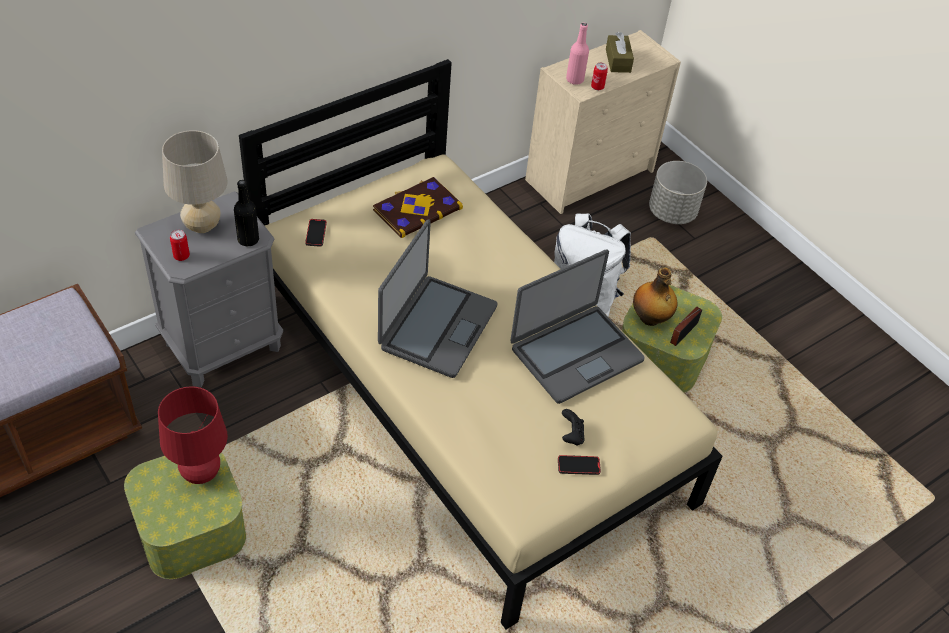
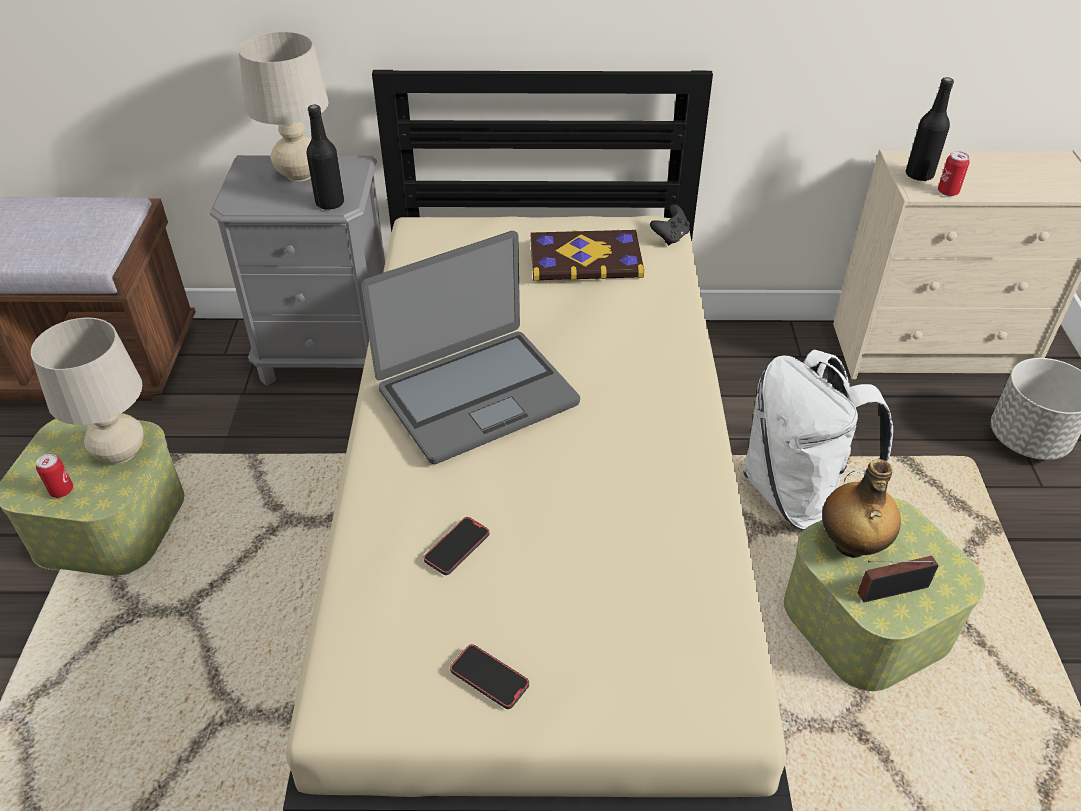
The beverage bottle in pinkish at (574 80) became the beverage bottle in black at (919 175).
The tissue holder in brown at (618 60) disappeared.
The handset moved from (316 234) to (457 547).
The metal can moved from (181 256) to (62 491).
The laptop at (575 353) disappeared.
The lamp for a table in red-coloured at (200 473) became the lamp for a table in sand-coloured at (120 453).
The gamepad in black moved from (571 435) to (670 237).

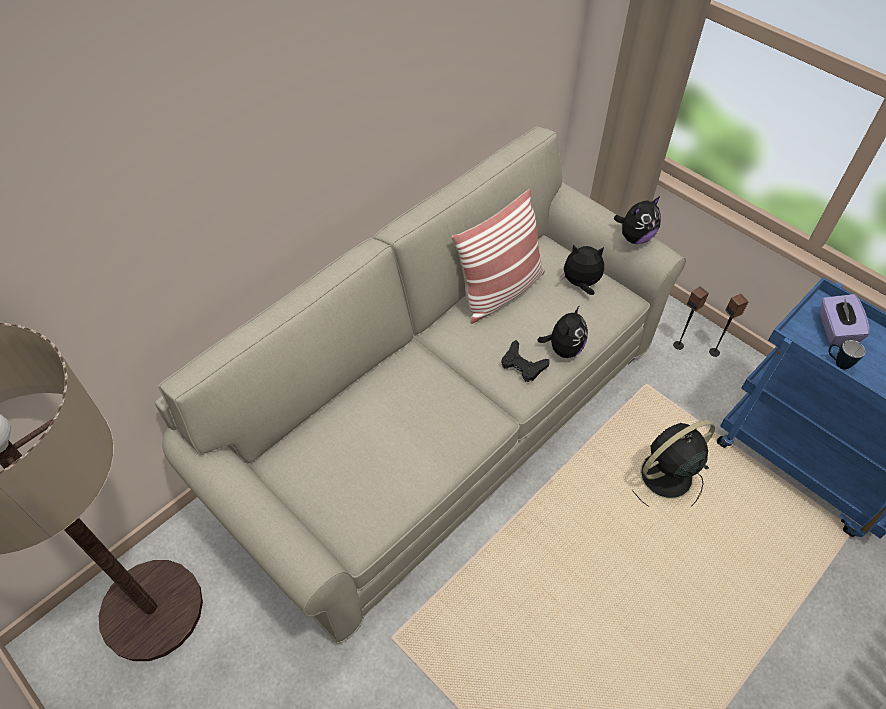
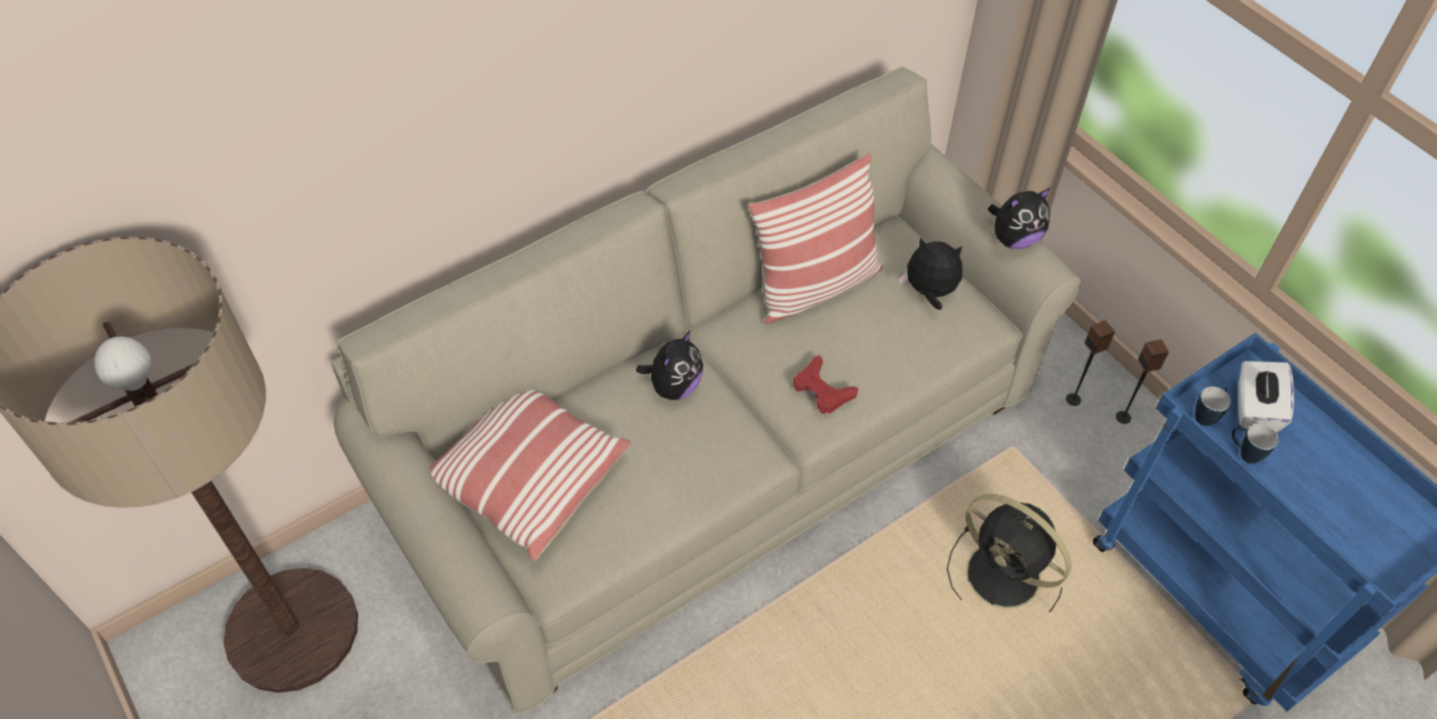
The tissue holder in purple at (835 330) became the tissue holder in whitish at (1254 408).
The plush toy moved from (563 349) to (674 386).
The gamepad in black at (523 365) became the gamepad in red-coloured at (822 390).
The electric fan in black at (664 476) turned 120 degrees counterclockwise.
The tea mug at (1206 416) appeared.
The throw pillow at (526 478) appeared.

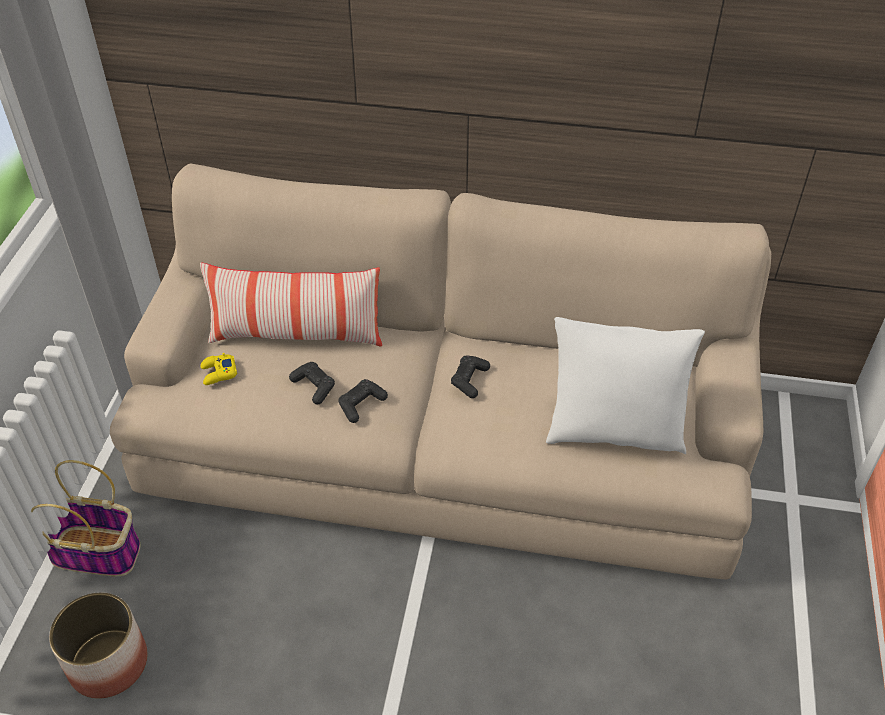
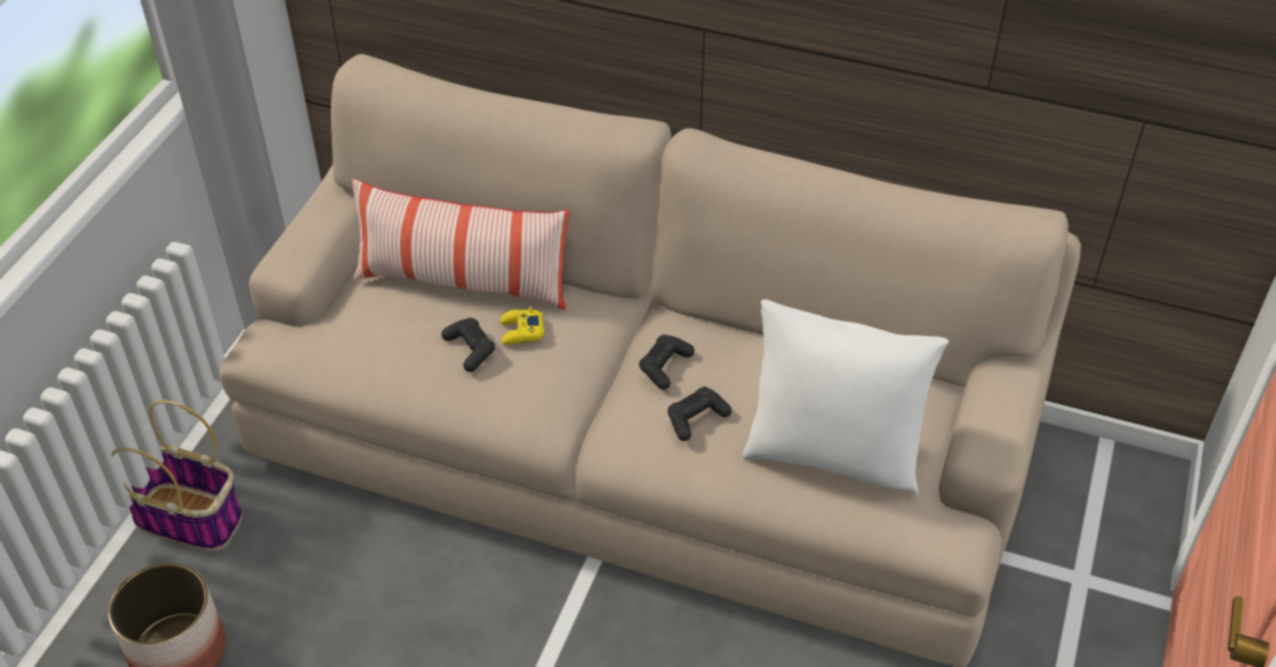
The gamepad in yellowish moved from (218 373) to (521 332).
The gamepad in black moved from (361 404) to (696 419).

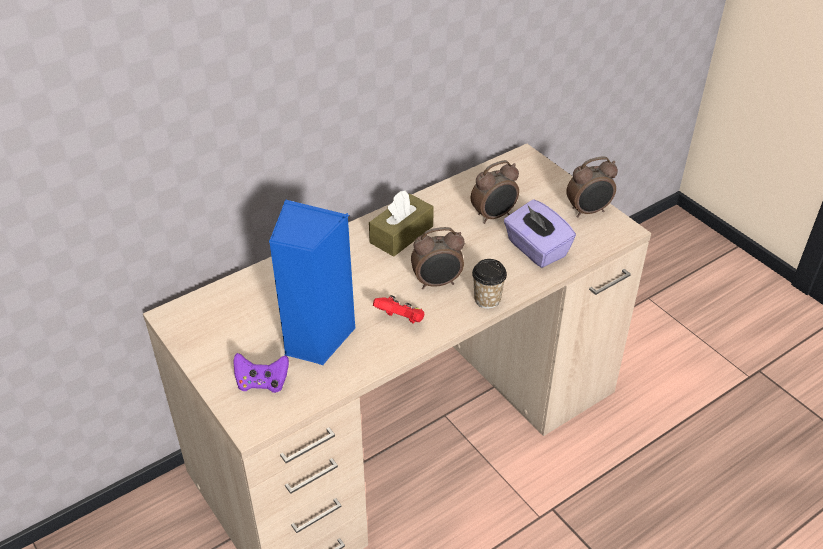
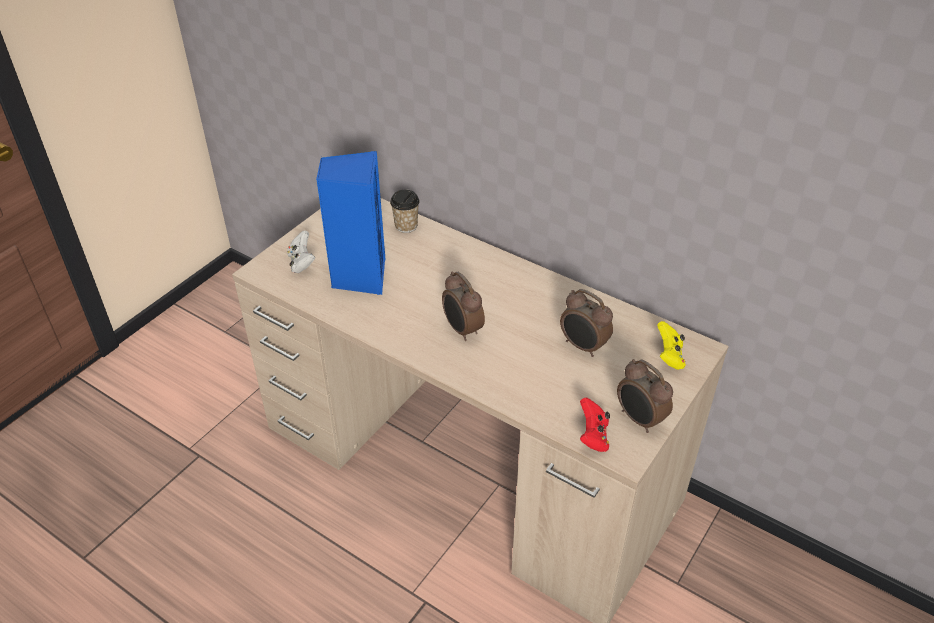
The tissue holder in brown at (401 234) disappeared.
The tissue holder in purple at (536 249) disappeared.
The drinking cup moved from (487 299) to (406 226).
The gamepad in red-coloured moved from (401 320) to (593 436).
The gamepad in purple at (262 383) became the gamepad in whitish at (301 263).
The gamepad in yellowish at (669 357) appeared.

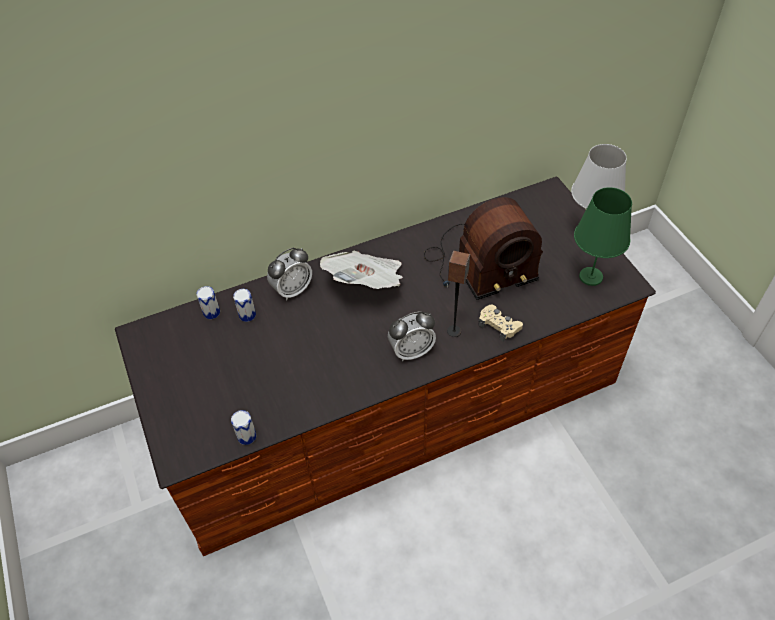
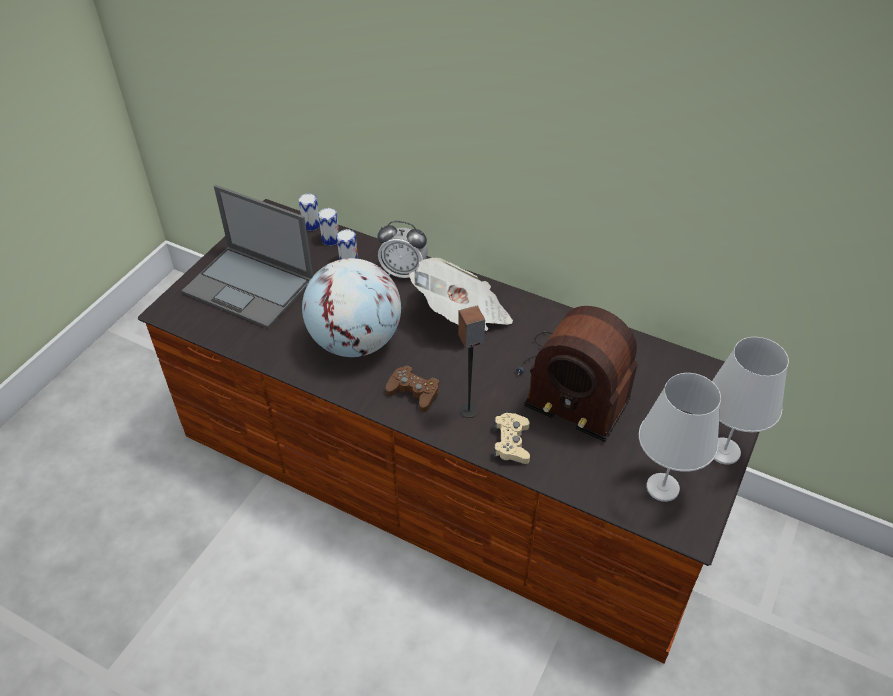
The lamp for a table in green at (590 276) became the lamp for a table in whitish at (662 487).
The bedside clock at (411 351) was replaced by the gamepad in brown at (413 392).
The metal can moved from (246 436) to (311 225).
The laptop at (250 286) appeared.
The world globe at (355 342) appeared.

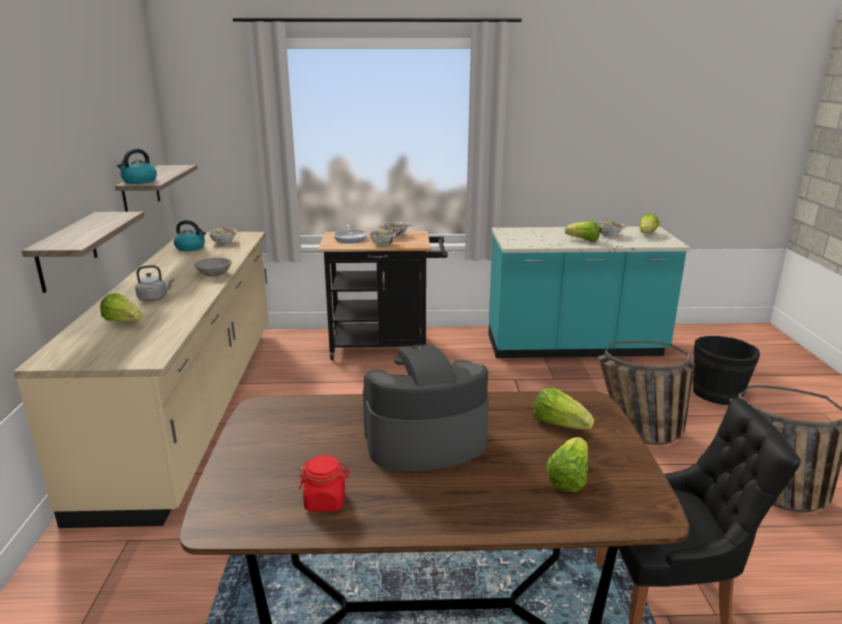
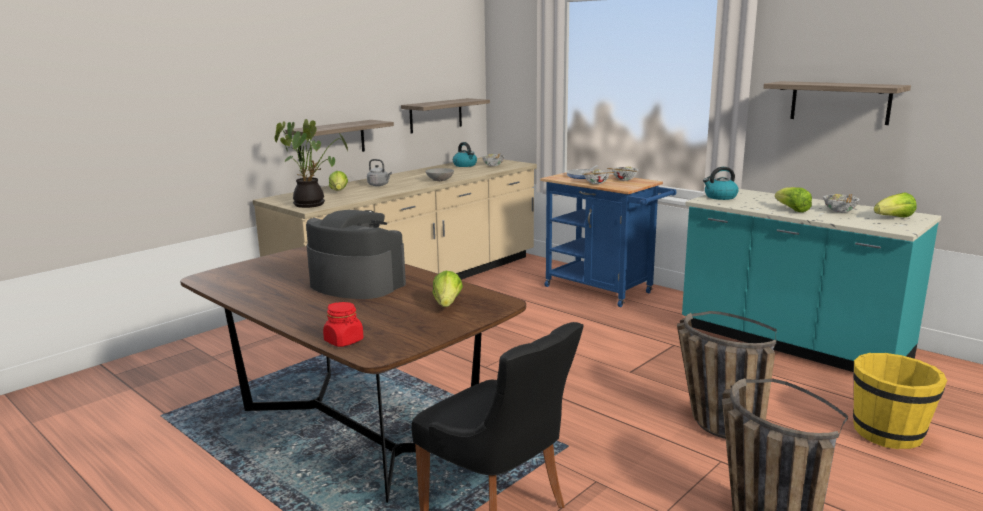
The tea kettle moved from (139 181) to (720 197).
The wheeled cart in black at (386 347) became the wheeled cart in blue-coloured at (604 291).
The pail in black at (717 394) became the pail in yellowish at (888 433).
The lettuce head at (568 478) disappeared.
The preserve jar in red-coloured moved from (325 501) to (344 341).
The shelf at (840 102) appeared.
The houseplant at (312 204) appeared.

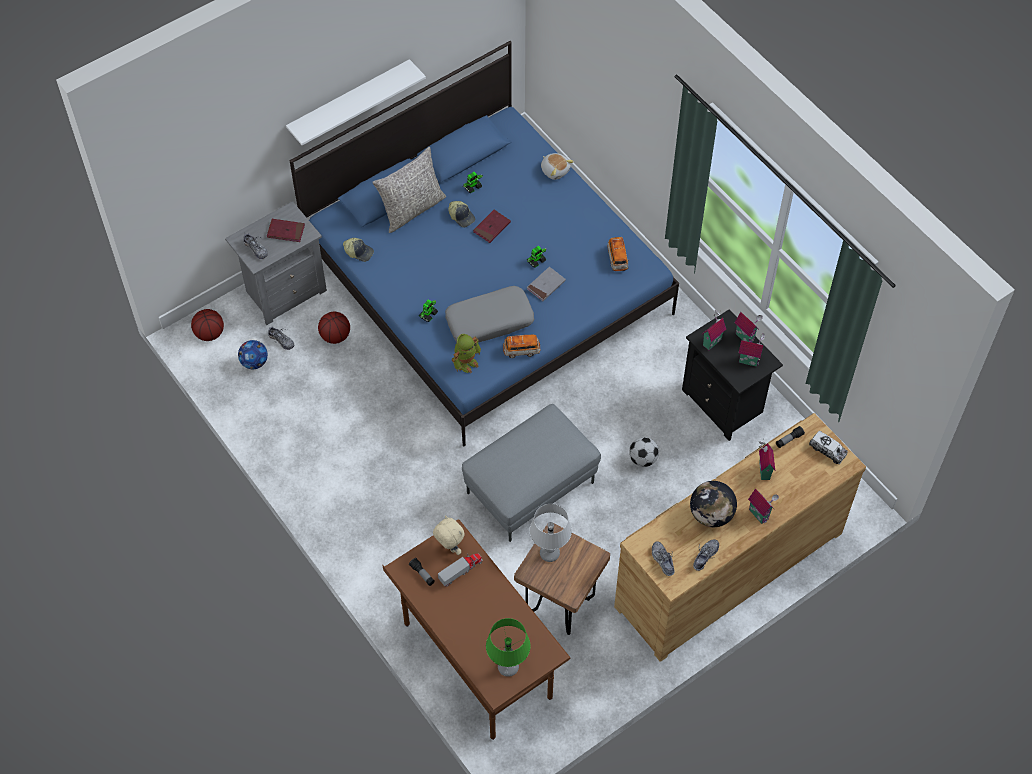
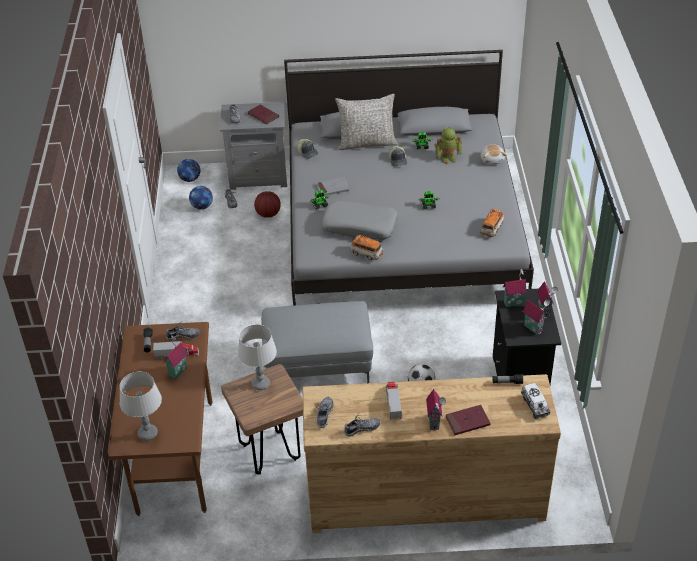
The bedroom bed in blue-coloured at (488 284) became the bedroom bed in grey at (402 228).
The shelf in whitish at (349 102) disappeared.
The book in red-coloured moved from (492 227) to (467 421).
The book in grey moved from (546 285) to (333 188).
The basketball at (210 333) was replaced by the football ball at (190 179).
The robot figure moved from (466 362) to (448 158).
The miniature house moved from (763 471) to (177 371).
The world globe at (711 515) was replaced by the toy truck at (393 403).
The plush toy in sand-coloured at (449 548) was replaced by the shoe at (183 336).
The lamp for a table in green at (508 667) became the lamp for a table in grey at (148 434).

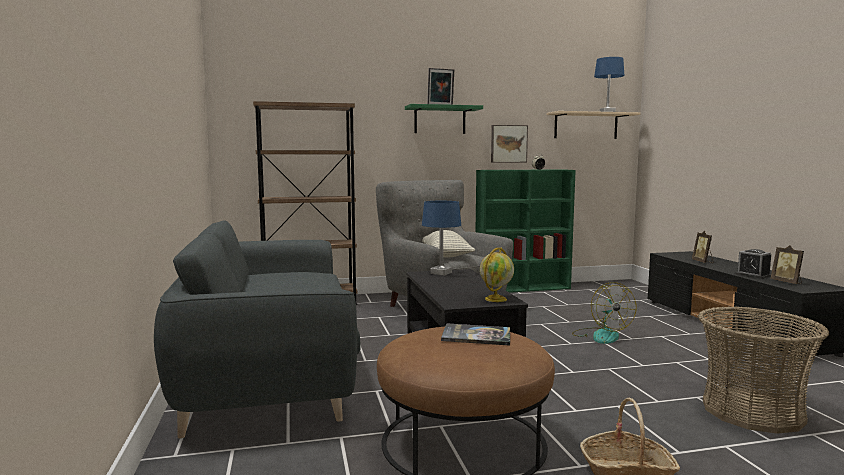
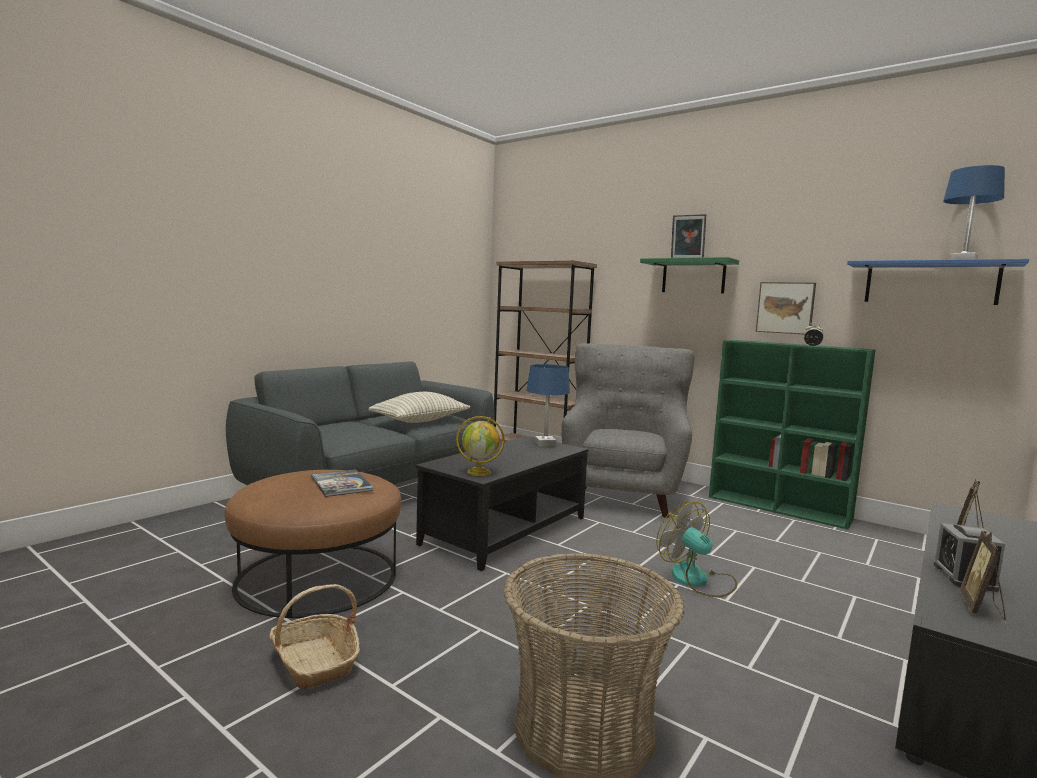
The shelf in sand-coloured at (586 126) became the shelf in blue-coloured at (930 283).
The throw pillow moved from (445 256) to (420 421).
The electric fan at (601 335) turned 105 degrees clockwise.

